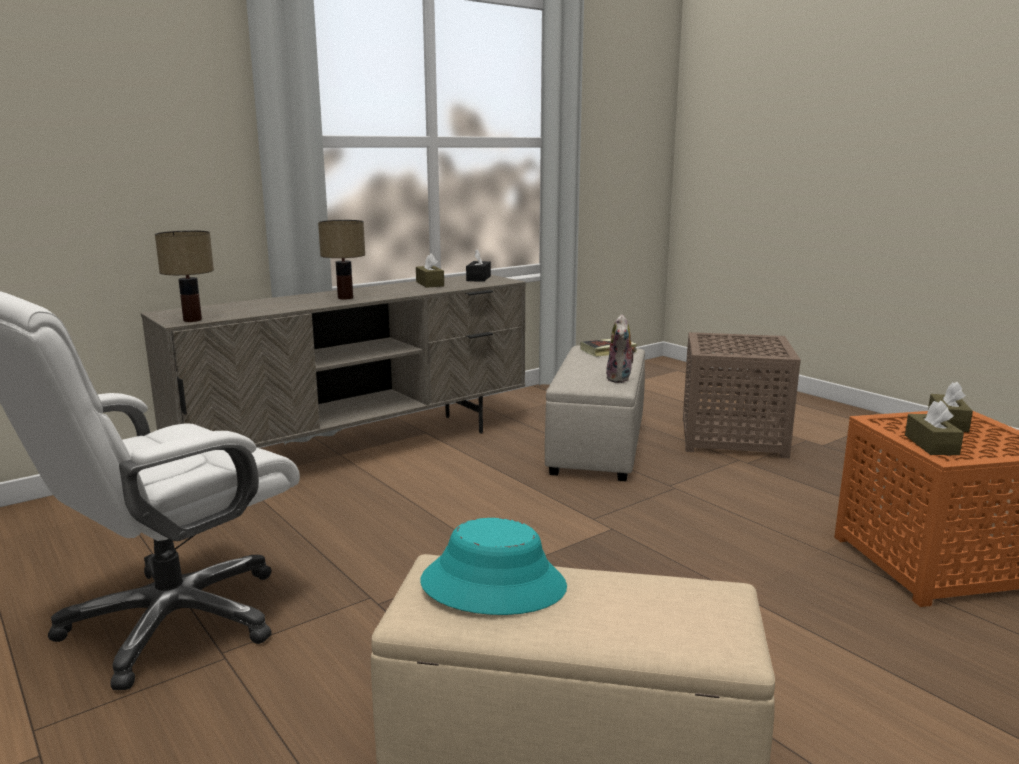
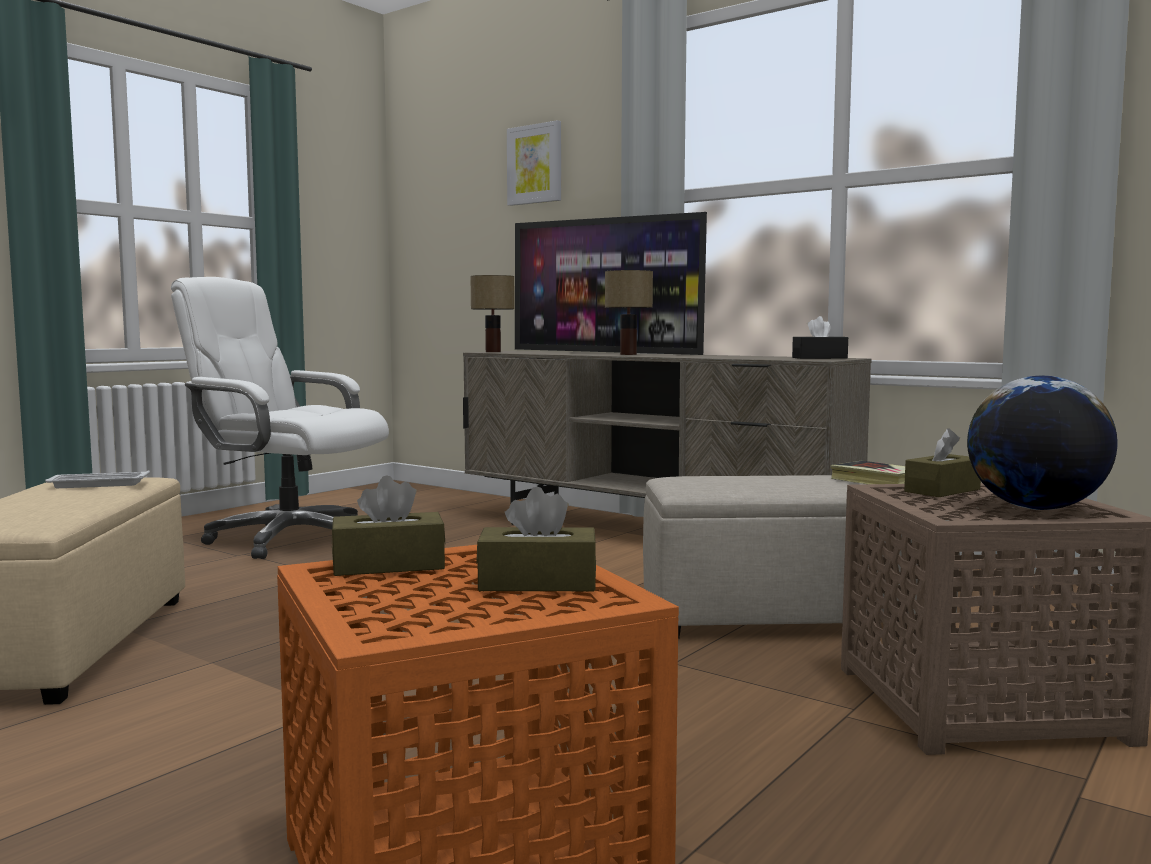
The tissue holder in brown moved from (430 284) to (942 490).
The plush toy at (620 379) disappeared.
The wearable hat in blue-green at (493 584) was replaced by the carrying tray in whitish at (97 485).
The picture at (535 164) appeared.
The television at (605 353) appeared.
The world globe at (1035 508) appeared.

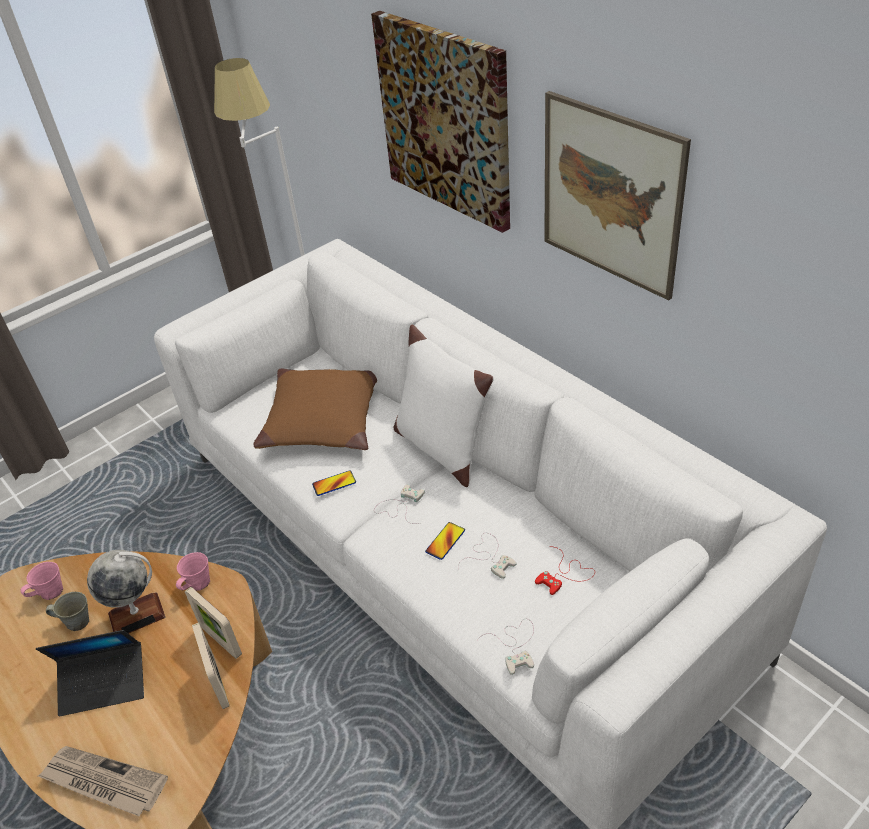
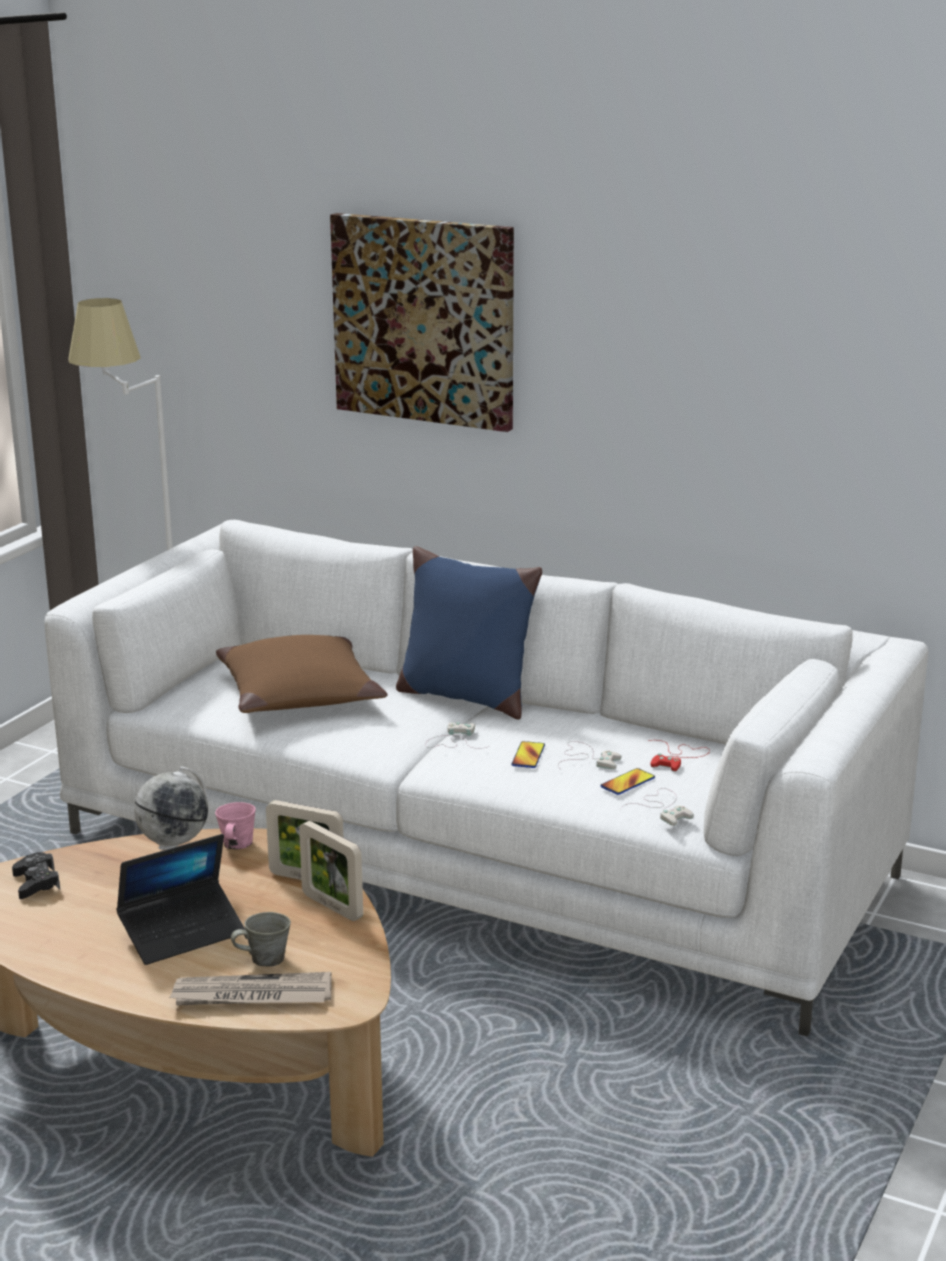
The picture at (611 195) disappeared.
The throw pillow in whitish at (441 447) became the throw pillow in blue-coloured at (465 697).
The handset moved from (334 484) to (627 783).
The tea mug in pinkish at (50 592) was replaced by the gamepad in black at (36 883).
The tea mug in grey moved from (76 621) to (265 959).

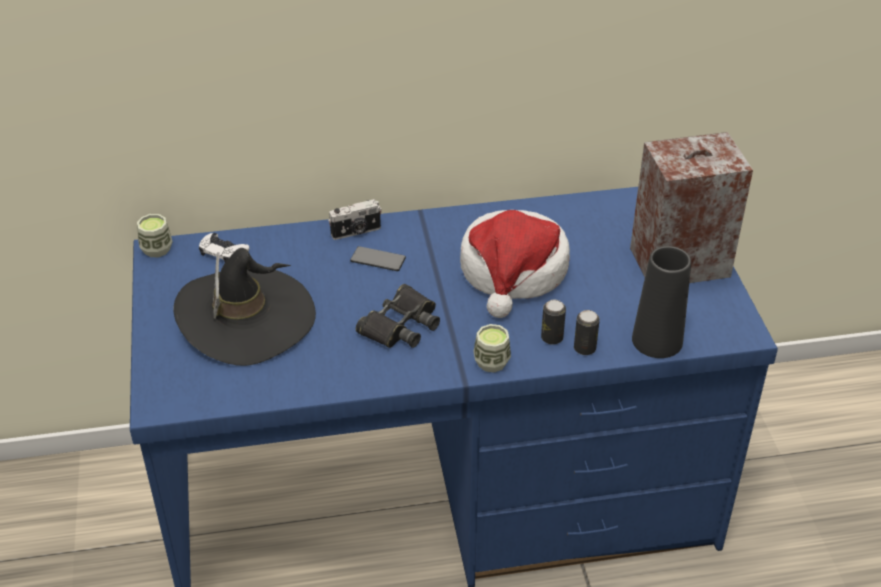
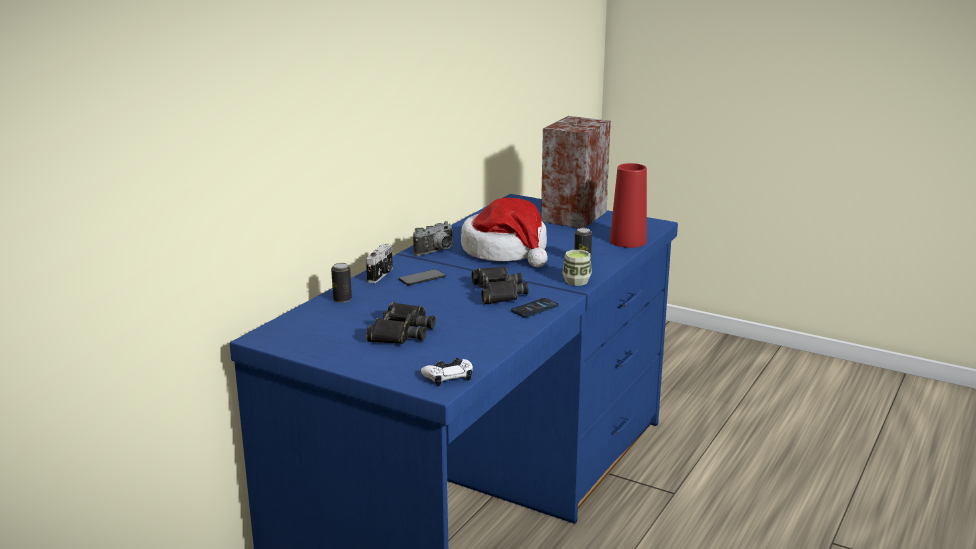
The drinking cup at (157 249) disappeared.
The gamepad in whitish moved from (223 252) to (448 376).
The decorative vase in black at (657 340) became the decorative vase in red-coloured at (628 241).
The wearable hat in black at (246 318) was replaced by the field glasses in black at (401 332).
The metal can moved from (584 348) to (342 299).
The still camera at (437 251) appeared.
The handset at (534 308) appeared.

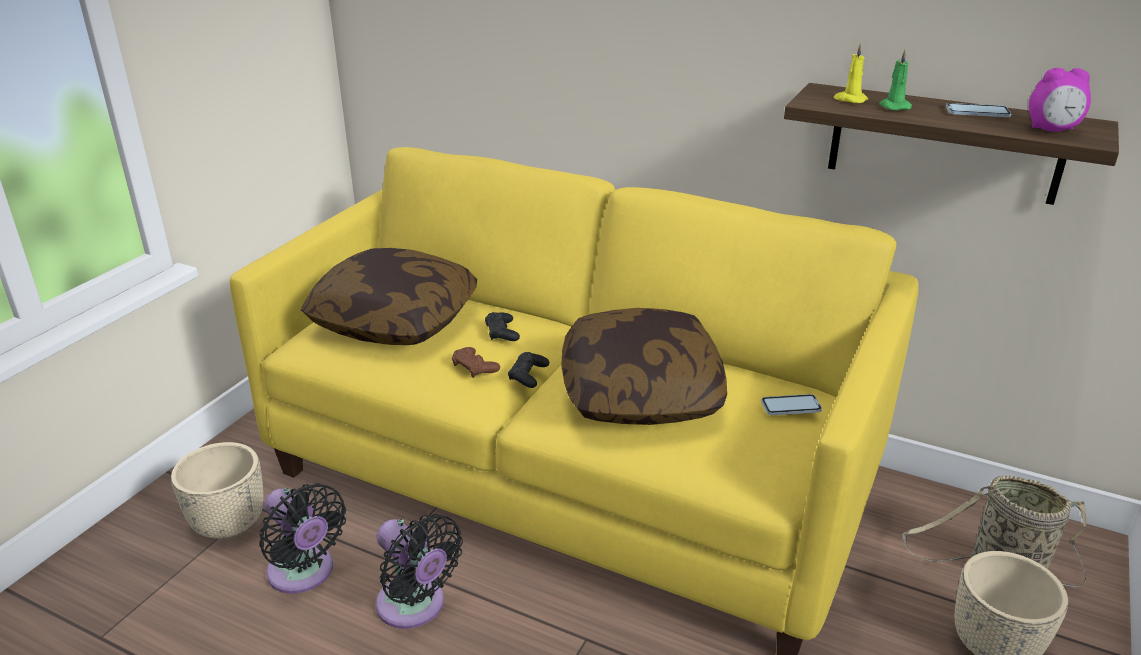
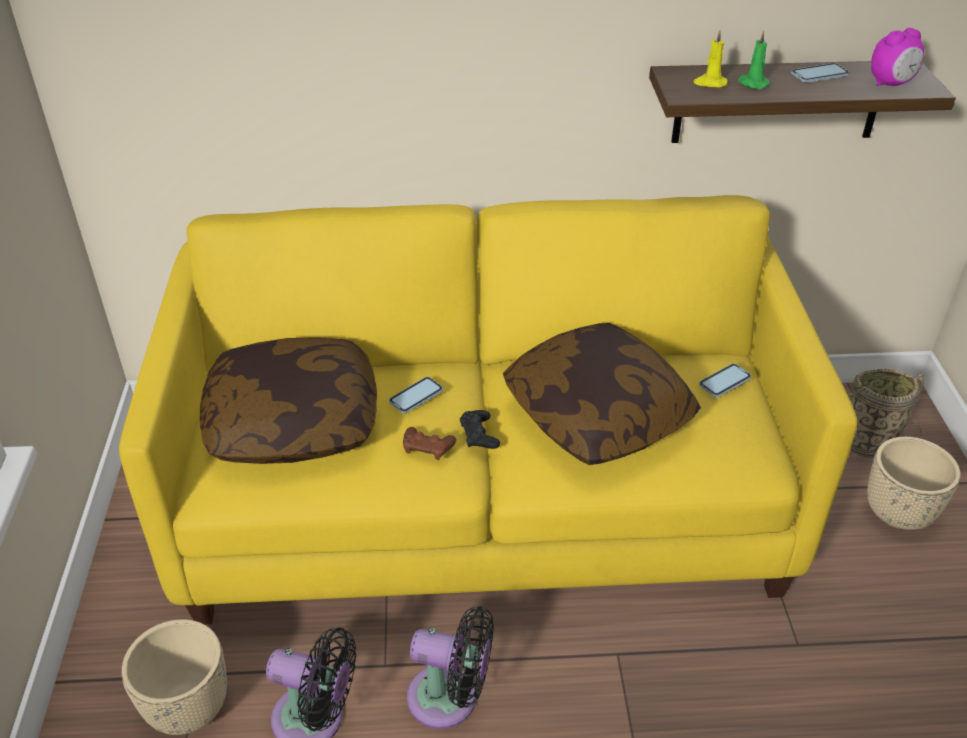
The gamepad in black at (502 332) was replaced by the handset at (416 396).

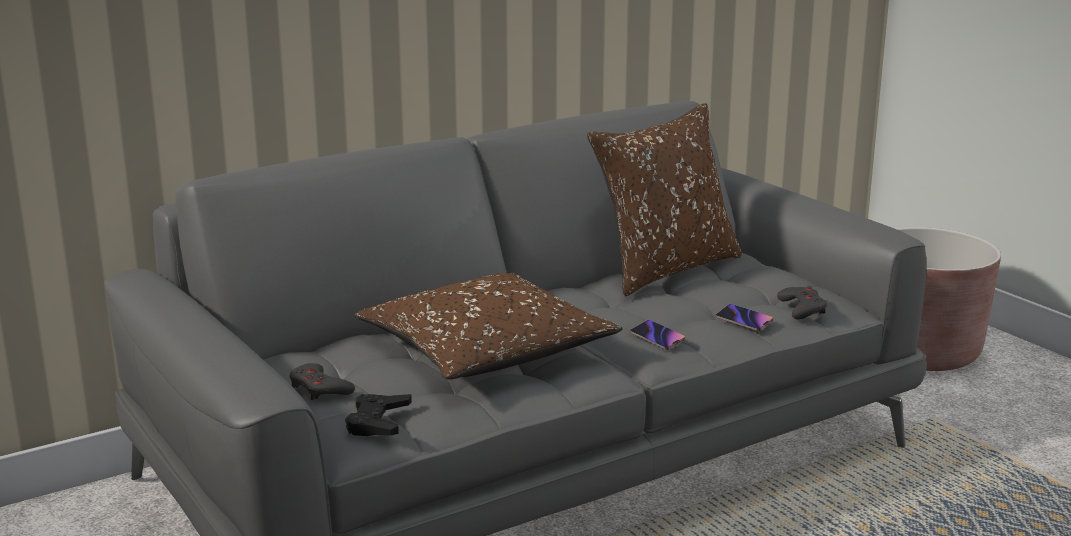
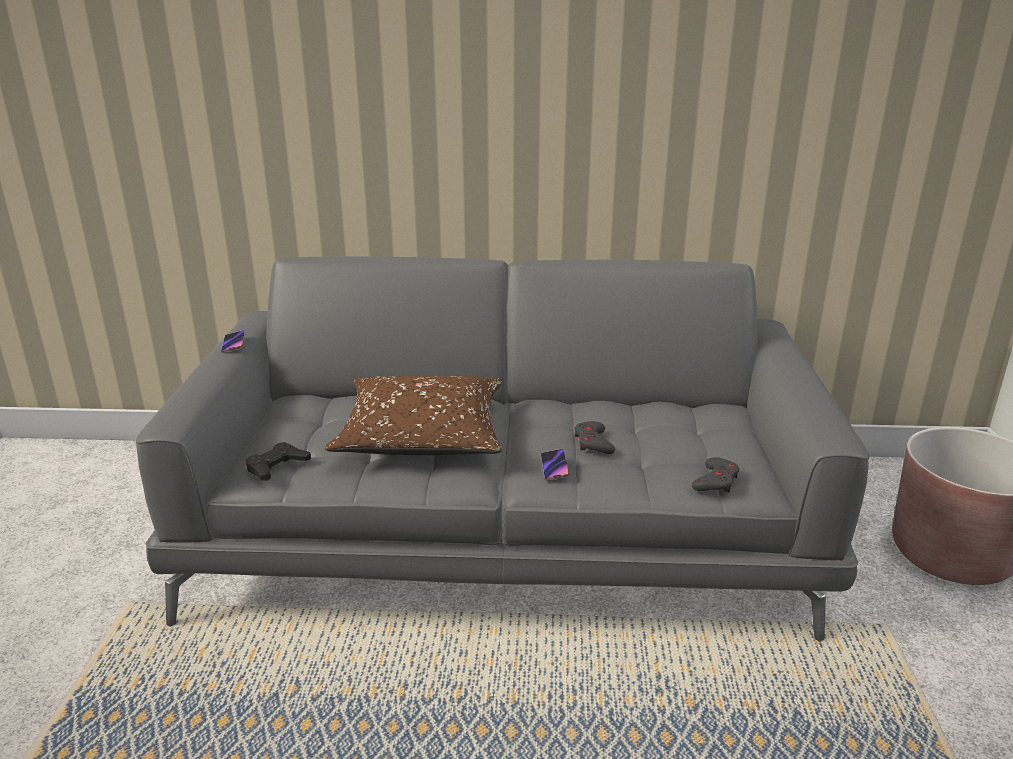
The throw pillow in brown at (665 269) disappeared.
The handset moved from (744 320) to (234 343).
The gamepad in grey moved from (319 388) to (593 442).

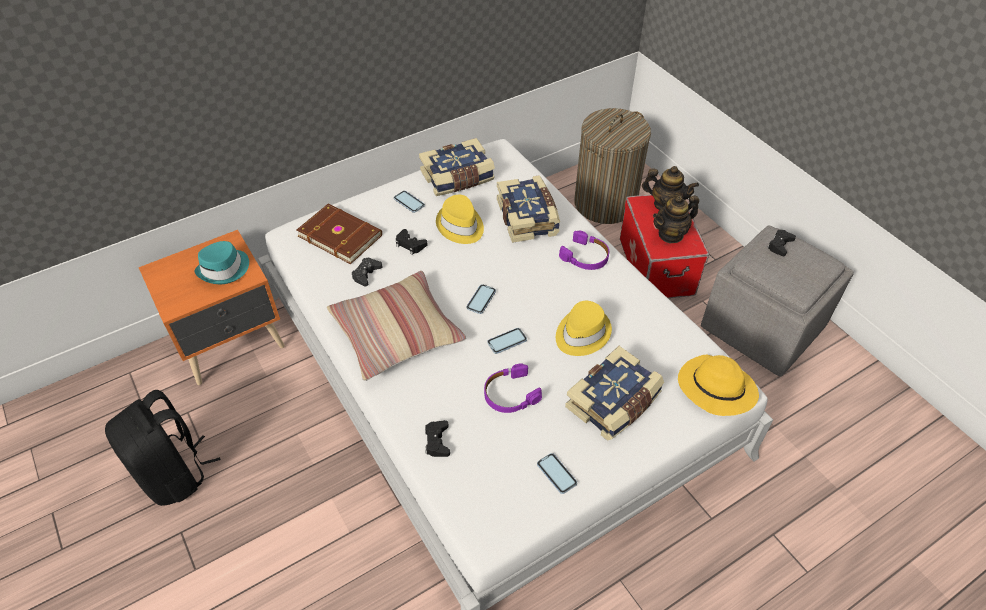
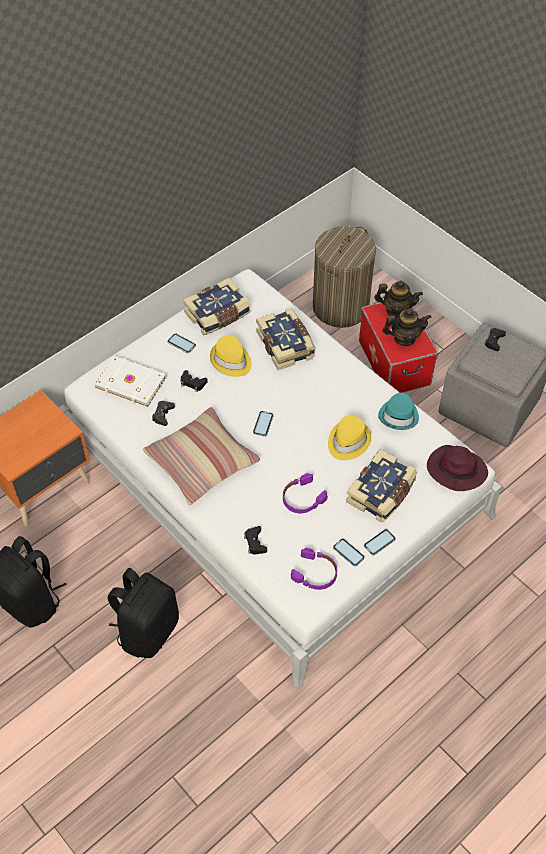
The teapot at (671 234) turned 150 degrees counterclockwise.
The book in brown at (340 235) became the book in whitish at (131 382).
The headset in purple moved from (585 257) to (315 573).
The wearable hat in blue-green moved from (224 269) to (399 415).
The handset moved from (507 341) to (379 542).
The wearable hat in yellowish at (715 388) became the wearable hat in purple at (455 470).
The rucksack in black at (147 630) appeared.

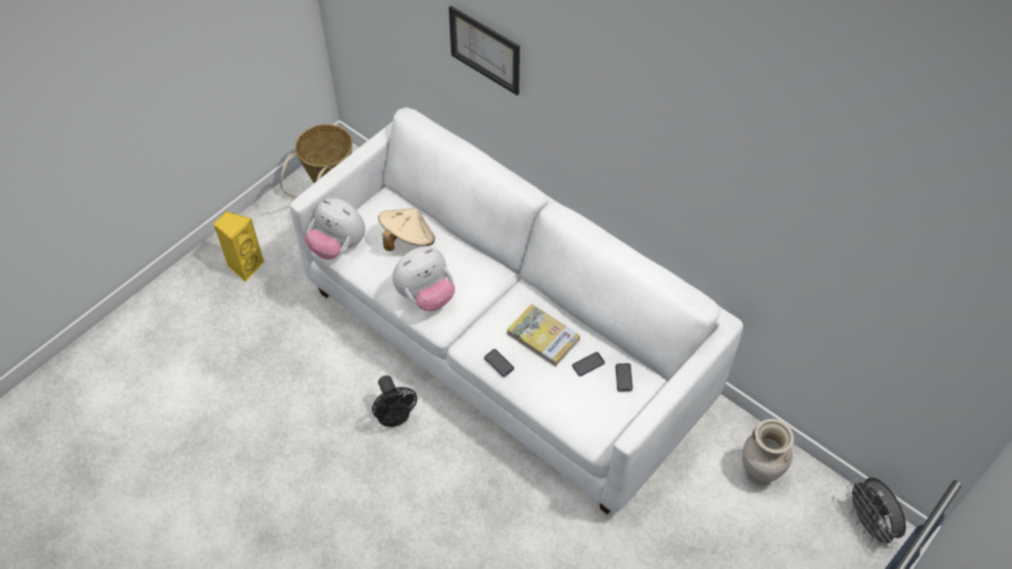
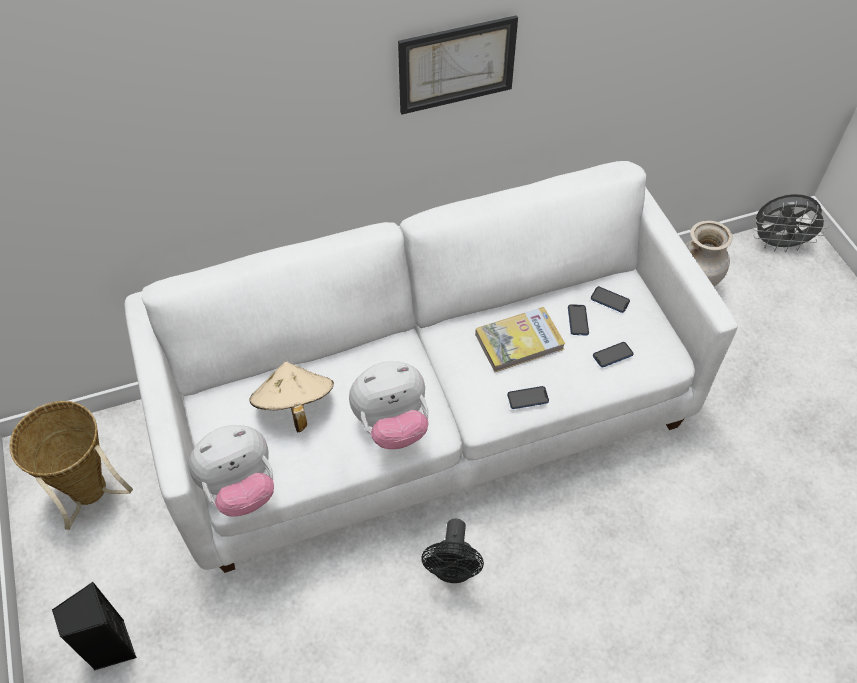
The picture moved from (485 50) to (456 64).
The loudspeaker in yellowish at (245 266) became the loudspeaker in black at (110 647).
The plush toy at (425 296) turned 75 degrees clockwise.
The electric fan in black at (395 417) turned 90 degrees clockwise.
The handset at (612 355) appeared.

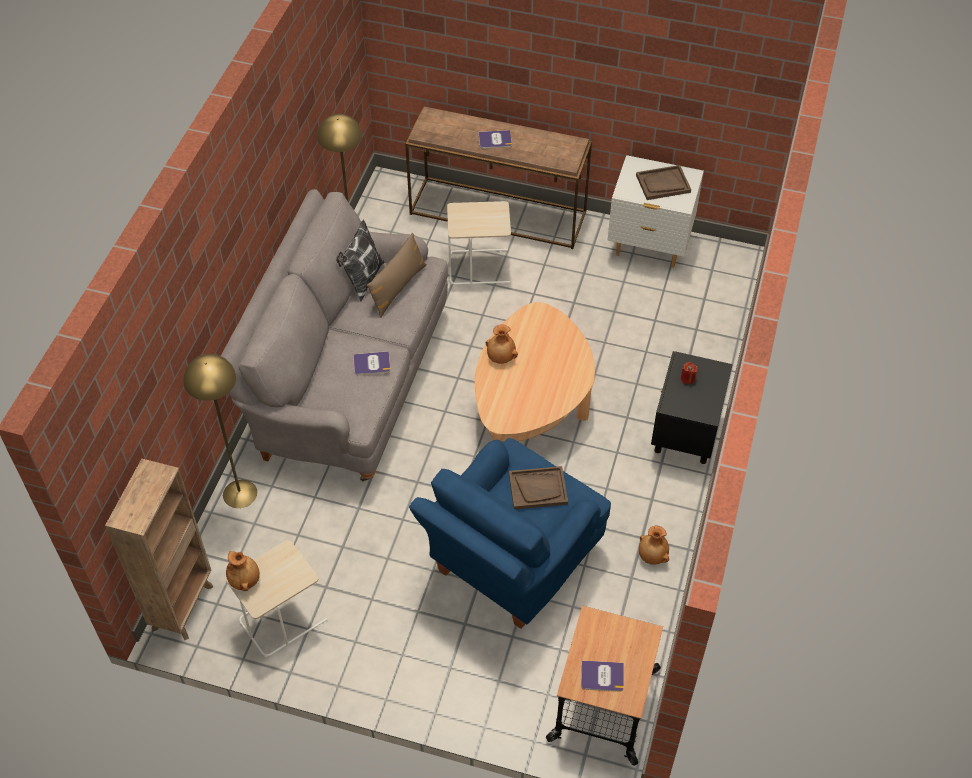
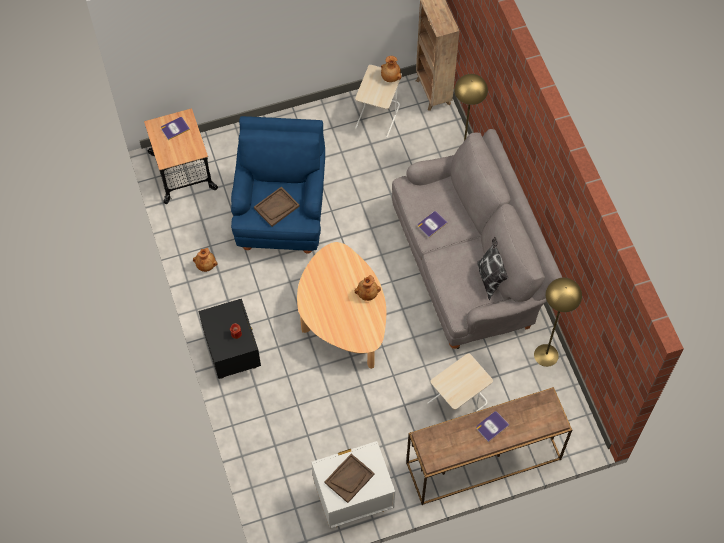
The throw pillow in brown at (397 288) disappeared.

